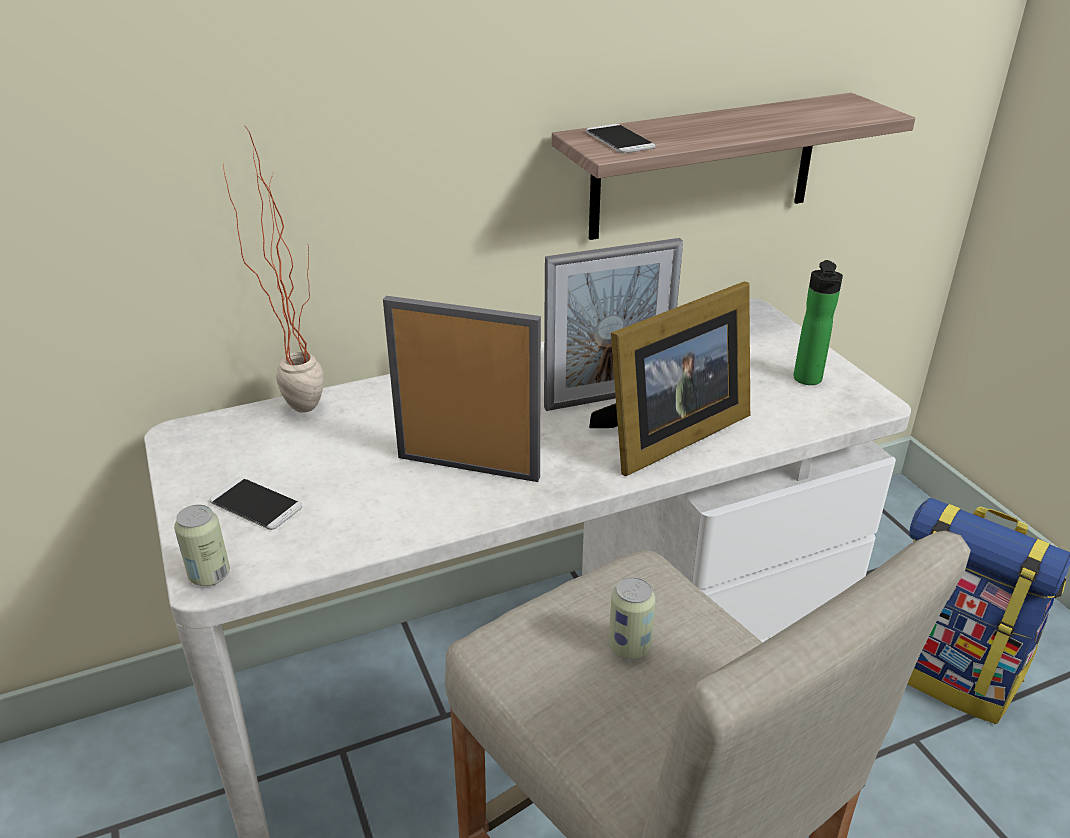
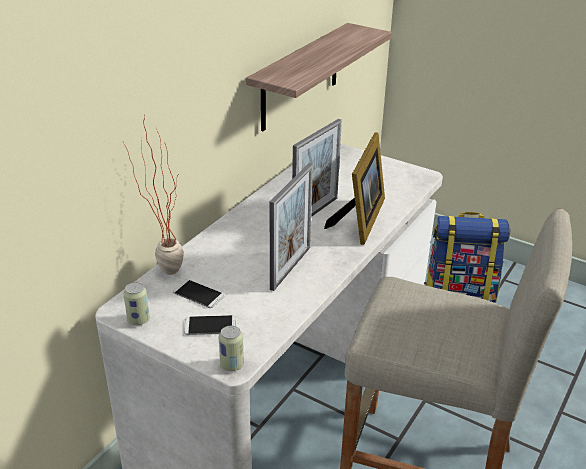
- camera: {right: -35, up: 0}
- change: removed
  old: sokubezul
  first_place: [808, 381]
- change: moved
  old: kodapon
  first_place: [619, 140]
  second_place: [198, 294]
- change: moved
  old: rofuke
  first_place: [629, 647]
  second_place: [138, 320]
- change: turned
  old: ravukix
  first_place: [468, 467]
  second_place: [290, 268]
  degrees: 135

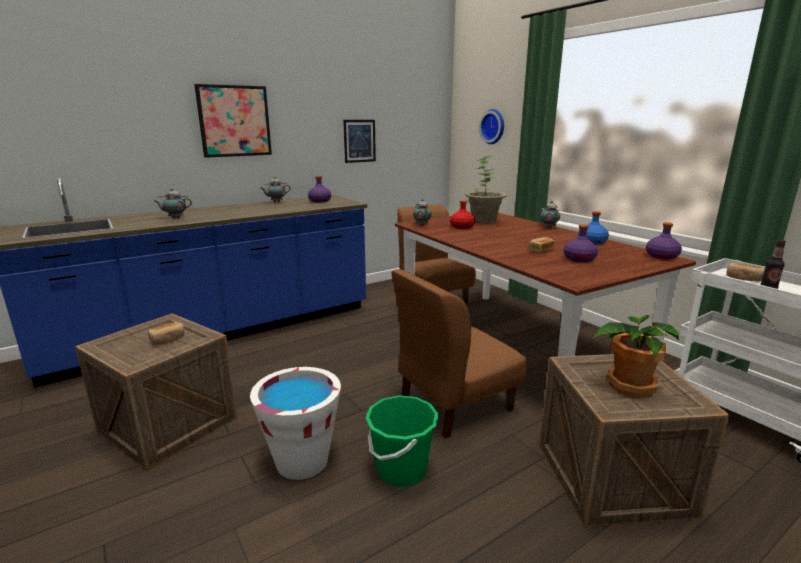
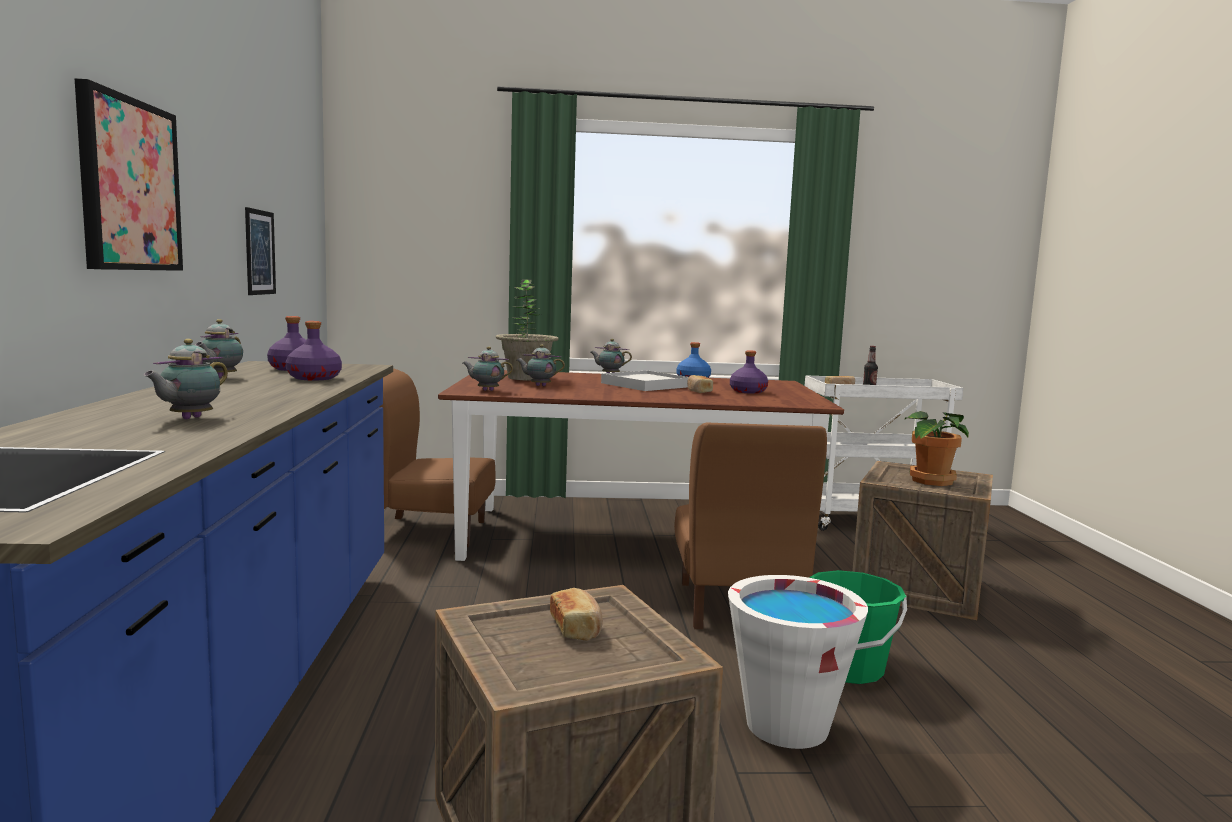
- camera: {right: -60, up: -10}
- change: removed
  old: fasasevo
  first_place: [494, 126]
- change: added
  new: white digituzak
  second_place: [645, 385]
- change: moved
  old: purple sokubezul
  first_place: [661, 256]
  second_place: [314, 378]
- change: replaced
  old: red sokubezul
  new: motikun
  first_place: [462, 227]
  second_place: [539, 386]

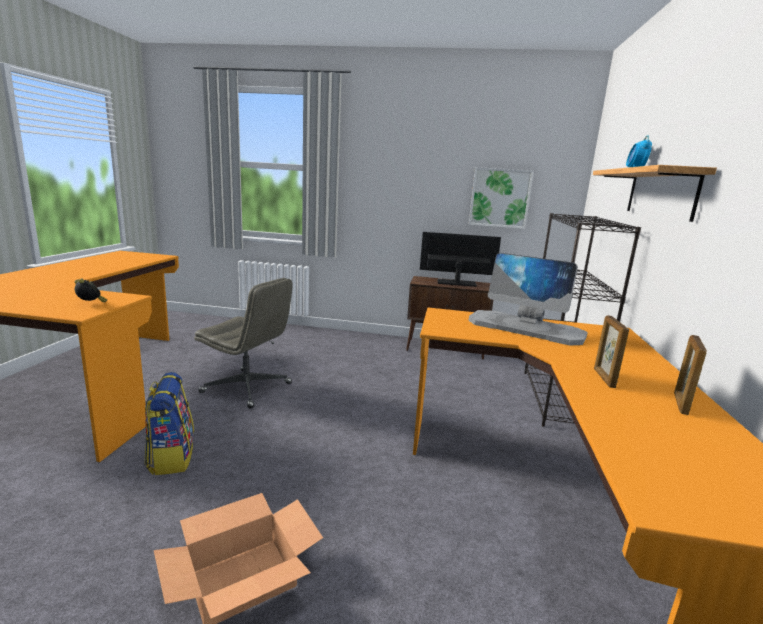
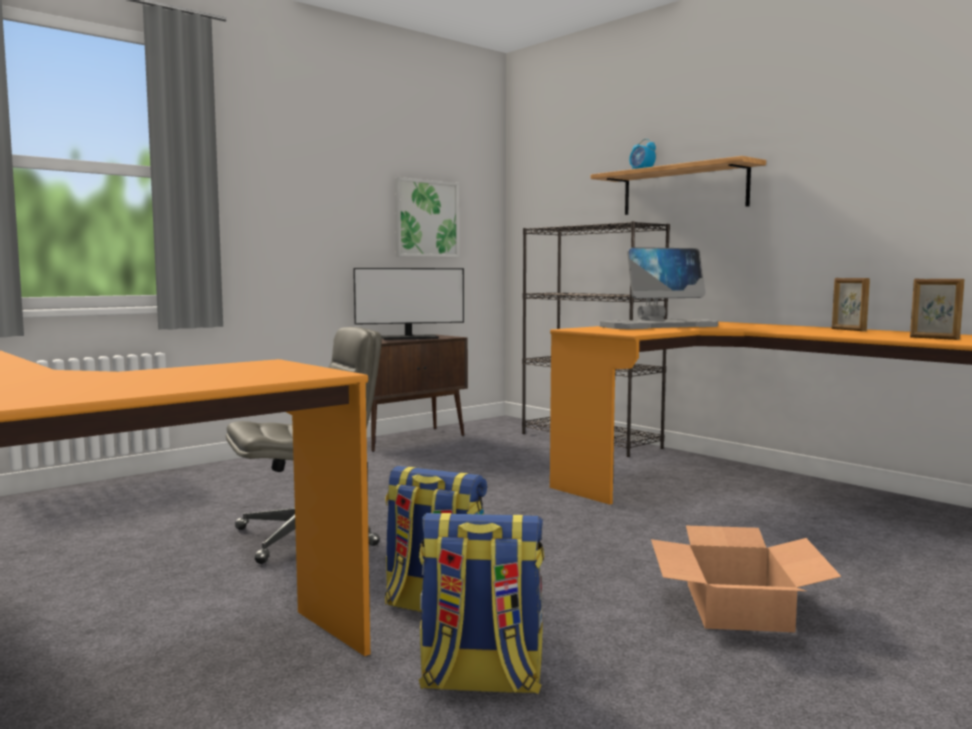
- camera: {right: -50, up: -10}
- change: removed
  old: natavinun
  first_place: [91, 304]
- change: added
  new: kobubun
  second_place: [480, 681]
- change: moved
  old: ravukix
  first_place: [603, 378]
  second_place: [934, 338]
- change: turned
  old: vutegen
  first_place: [456, 283]
  second_place: [409, 338]
  degrees: -150

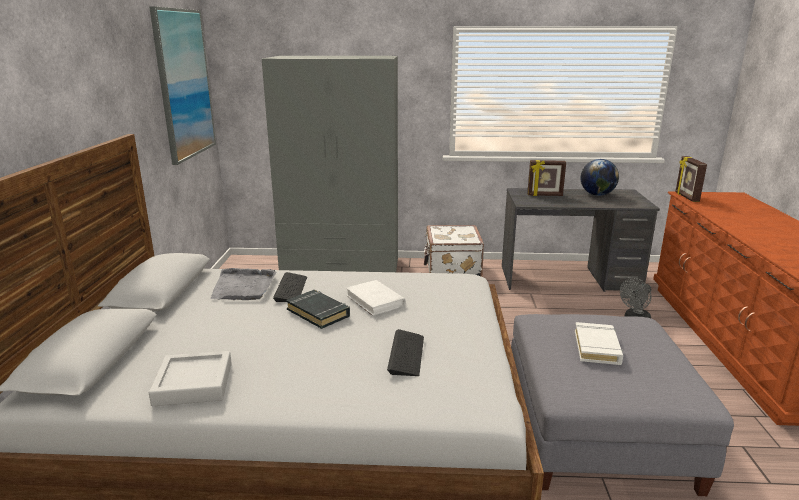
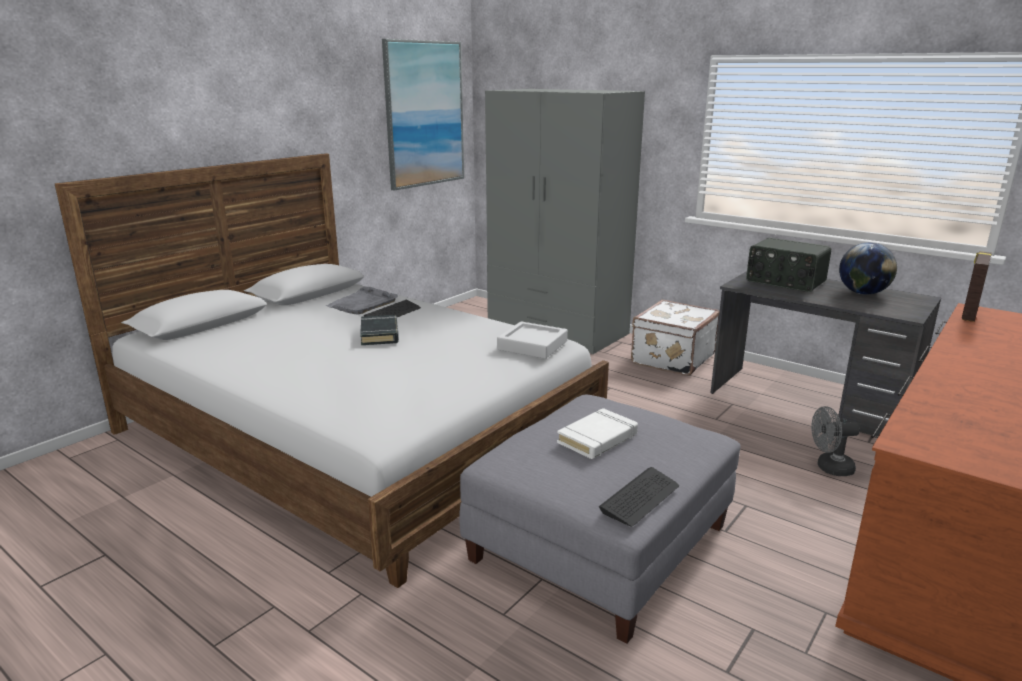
- camera: {right: 35, up: 0}
- change: removed
  old: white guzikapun
  first_place: [375, 300]
- change: moved
  old: grey digituzak
  first_place: [193, 384]
  second_place: [532, 345]
- change: moved
  old: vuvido
  first_place: [406, 354]
  second_place: [640, 498]
- change: replaced
  old: ravukix
  new: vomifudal
  first_place: [544, 195]
  second_place: [785, 282]

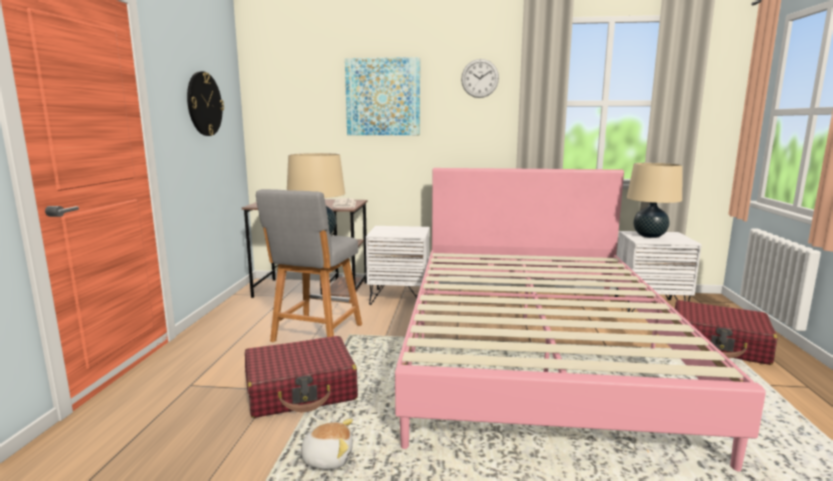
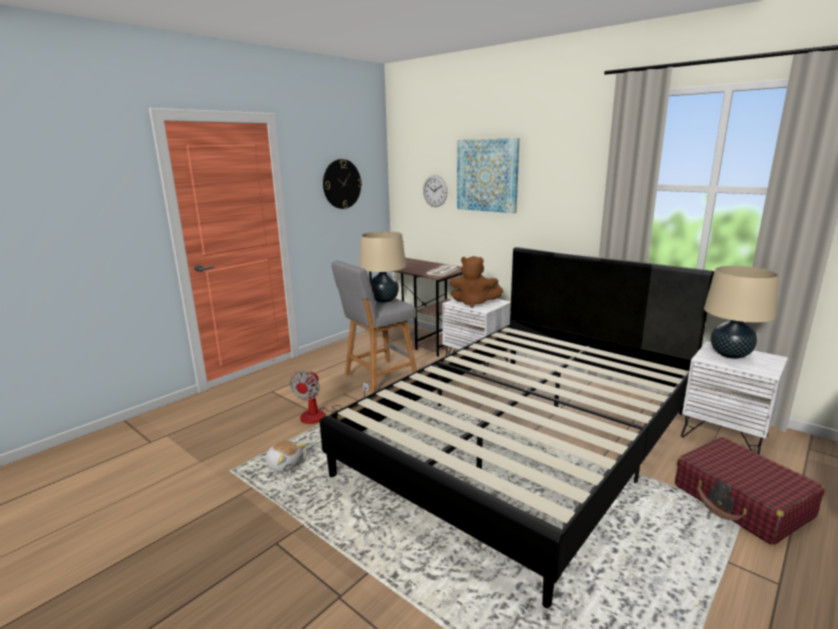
- camera: {right: 35, up: 5}
- change: added
  new: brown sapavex
  second_place: [474, 303]
- change: moved
  old: fasasevo
  first_place: [480, 78]
  second_place: [435, 191]
- change: replaced
  old: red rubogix
  new: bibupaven
  first_place: [301, 390]
  second_place: [322, 415]
- change: recoloured
  old: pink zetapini
  new: black zetapini
  first_place: [536, 350]
  second_place: [525, 441]

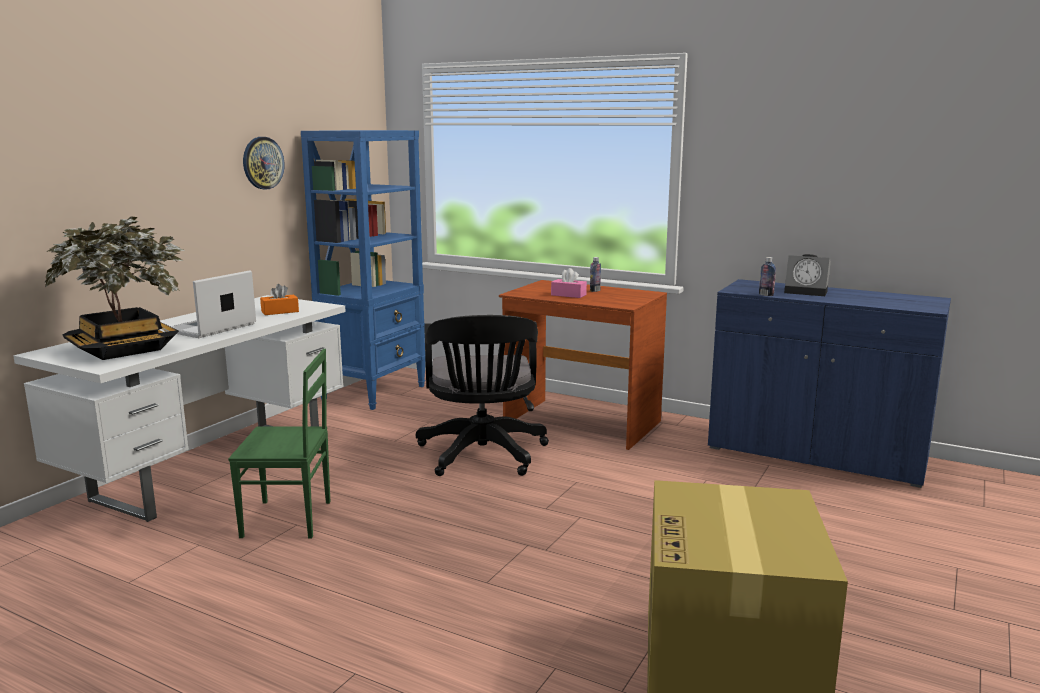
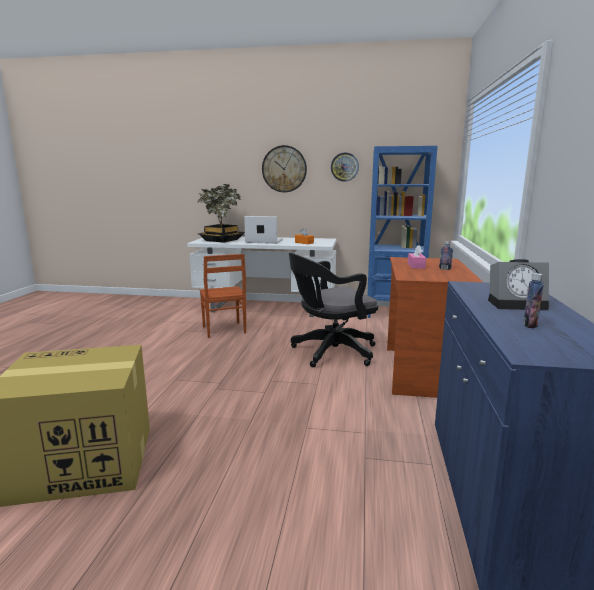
- camera: {right: 70, up: 0}
- change: added
  new: fasasevo
  second_place: [284, 169]
- change: moved
  old: sokubezul
  first_place: [766, 295]
  second_place: [530, 325]
- change: recoloured
  old: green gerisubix
  new: brown gerisubix
  first_place: [288, 520]
  second_place: [223, 330]
- change: turned
  old: natavinun
  first_place: [807, 292]
  second_place: [517, 304]
  degrees: -90

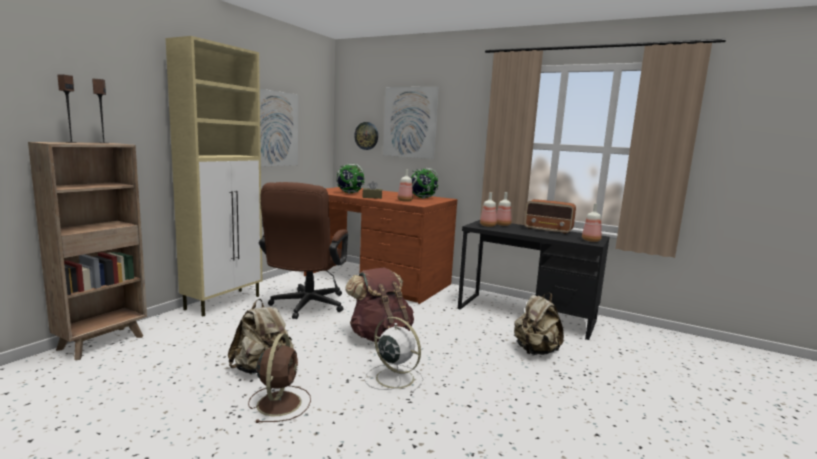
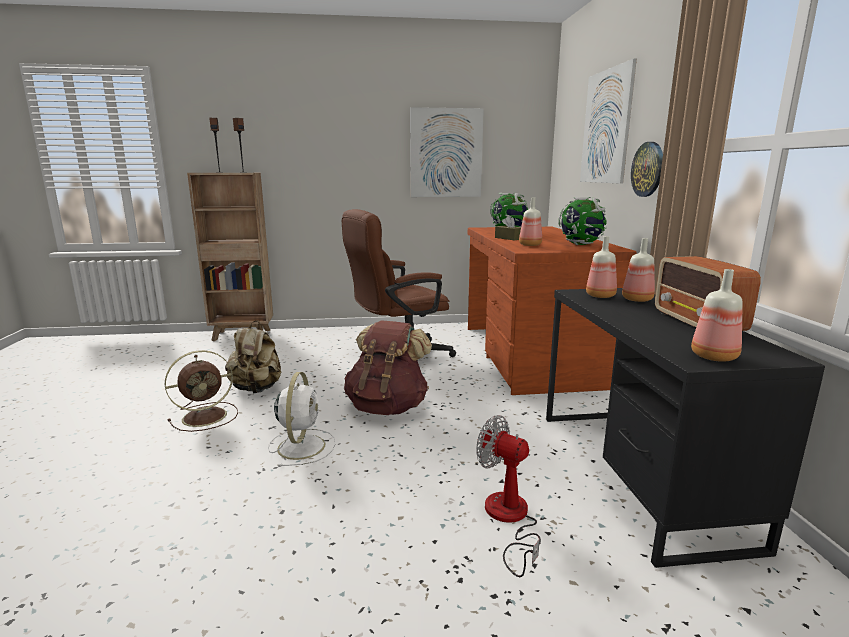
- camera: {right: 55, up: 5}
- change: removed
  old: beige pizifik
  first_place: [224, 302]
- change: moved
  old: fasasevo
  first_place: [366, 136]
  second_place: [648, 169]
- change: replaced
  old: beige kobubun
  new: bibupaven
  first_place: [535, 351]
  second_place: [509, 519]

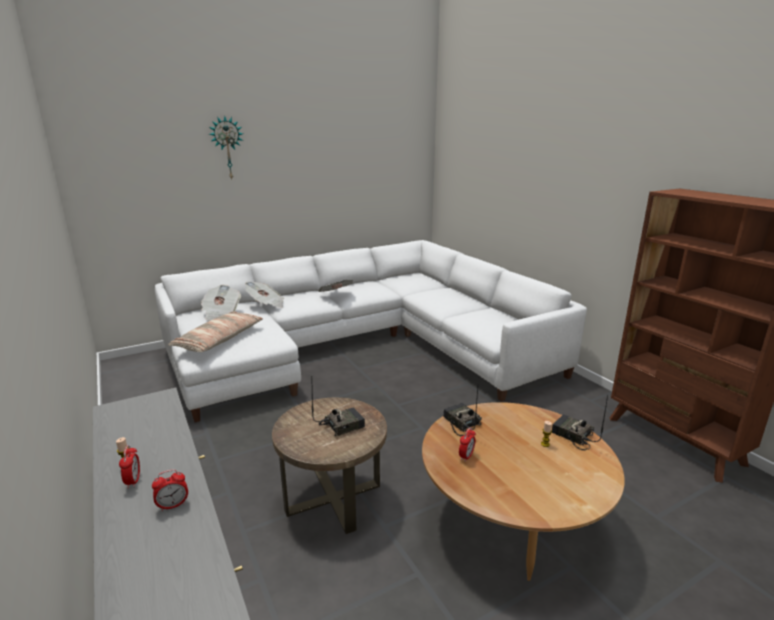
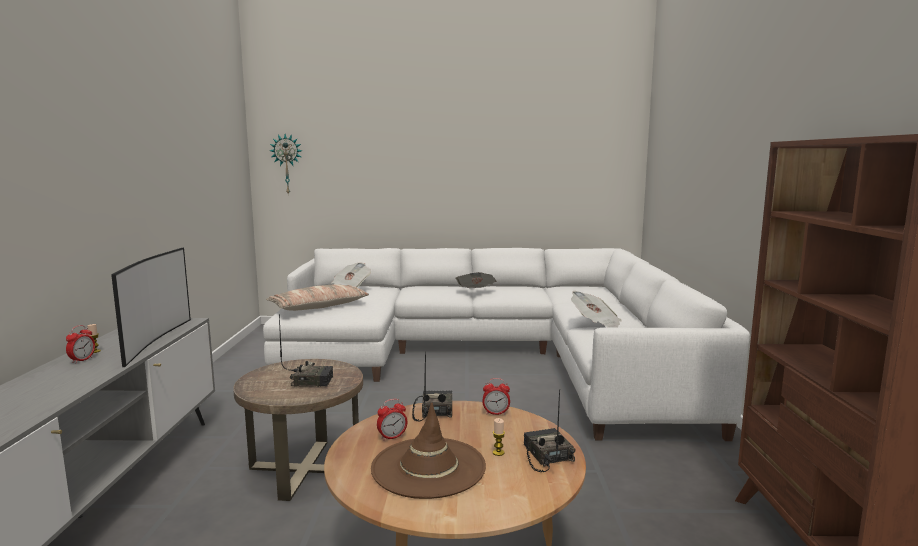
- camera: {right: 30, up: -10}
- change: added
  new: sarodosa
  second_place: [154, 340]
- change: added
  new: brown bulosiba
  second_place: [428, 467]
- change: moved
  old: natavinun
  first_place: [173, 505]
  second_place: [496, 413]
- change: moved
  old: fasasevo
  first_place: [227, 148]
  second_place: [287, 164]
- change: moved
  old: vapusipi
  first_place: [266, 304]
  second_place: [596, 324]

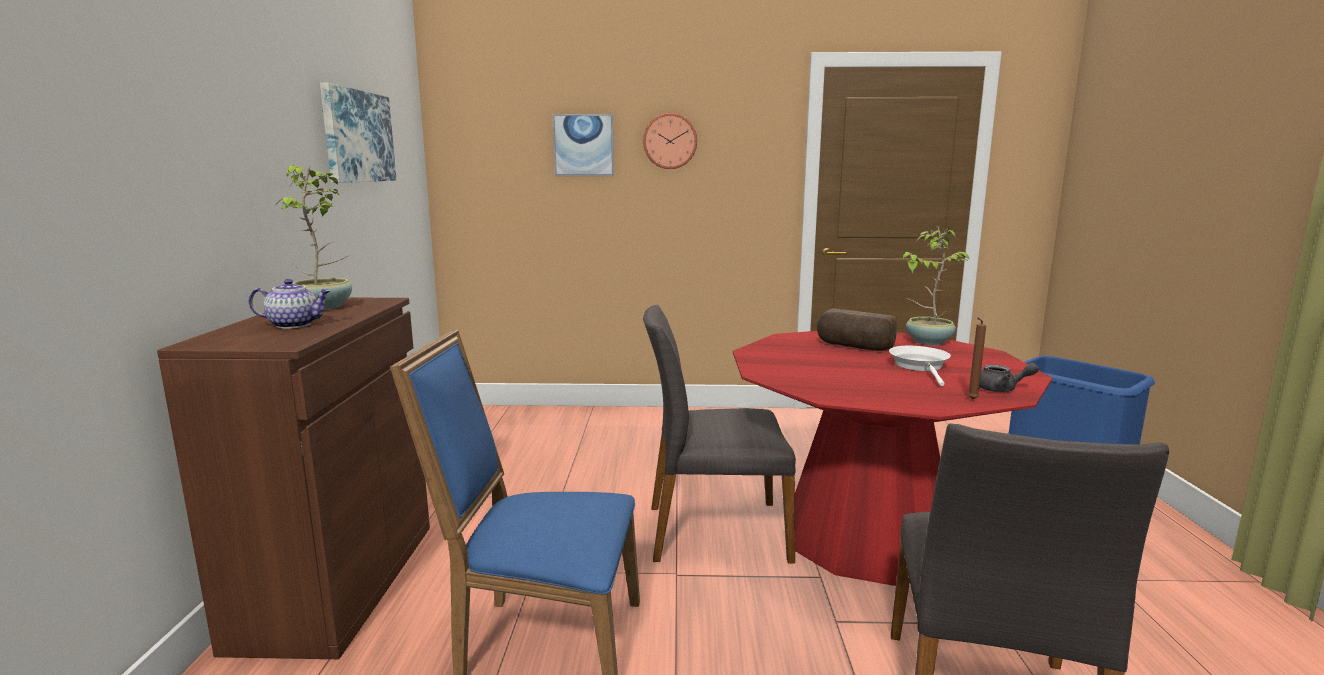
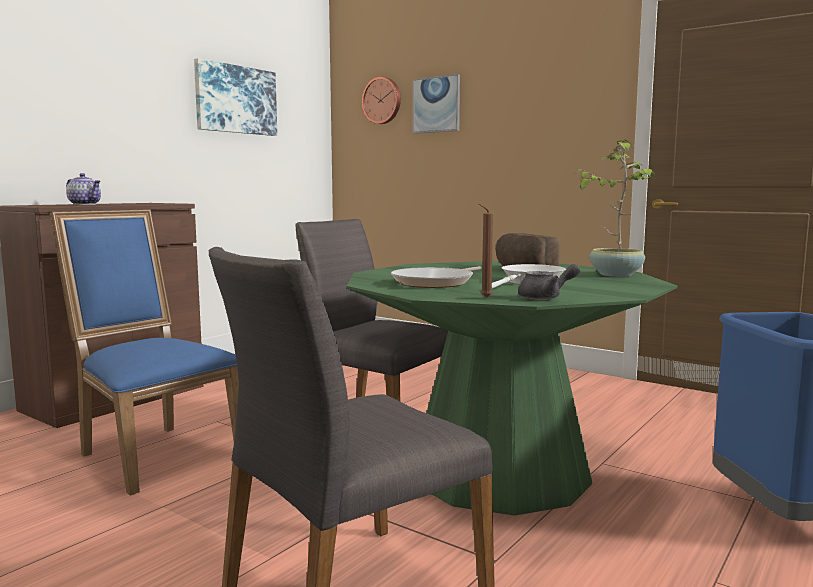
- camera: {right: 35, up: -5}
- change: removed
  old: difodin
  first_place: [325, 307]
- change: added
  new: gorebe
  second_place: [436, 282]
- change: moved
  old: fasasevo
  first_place: [670, 141]
  second_place: [382, 101]
- change: recoloured
  old: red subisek
  new: green subisek
  first_place: [867, 536]
  second_place: [499, 472]
- change: turned
  old: grey motikun
  first_place: [1001, 389]
  second_place: [546, 297]
  degrees: -60

